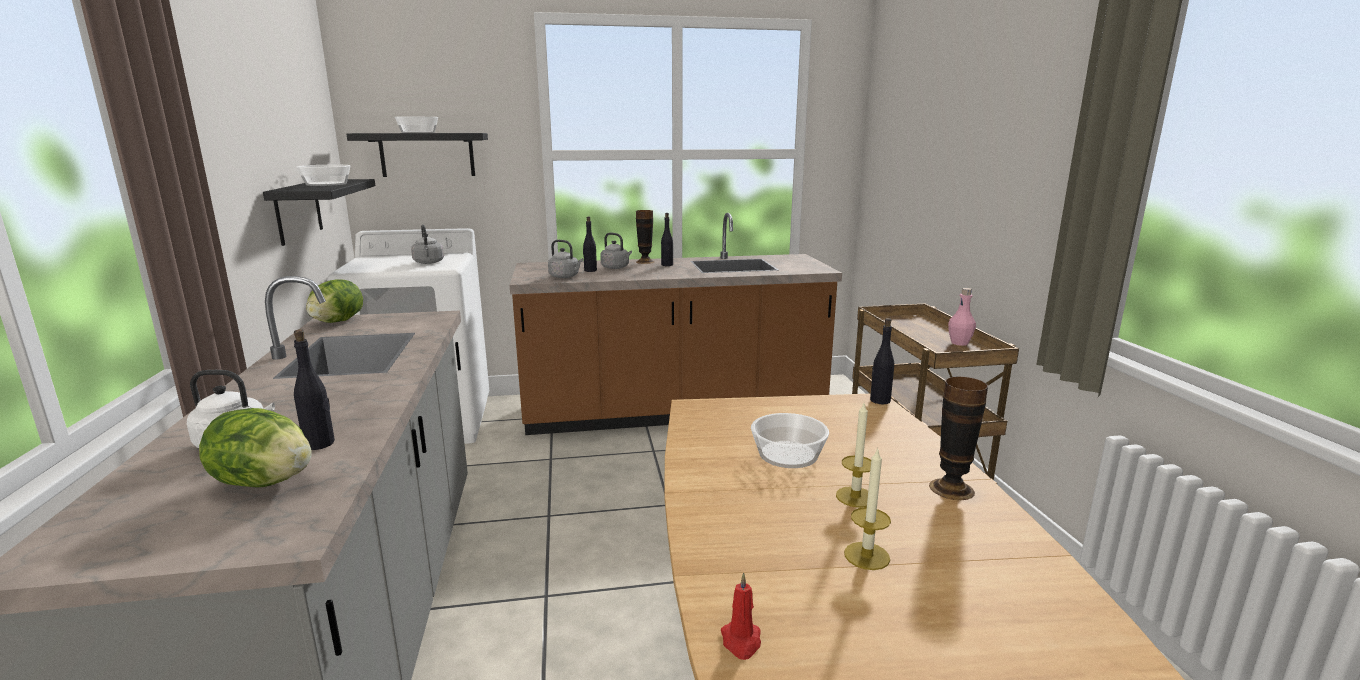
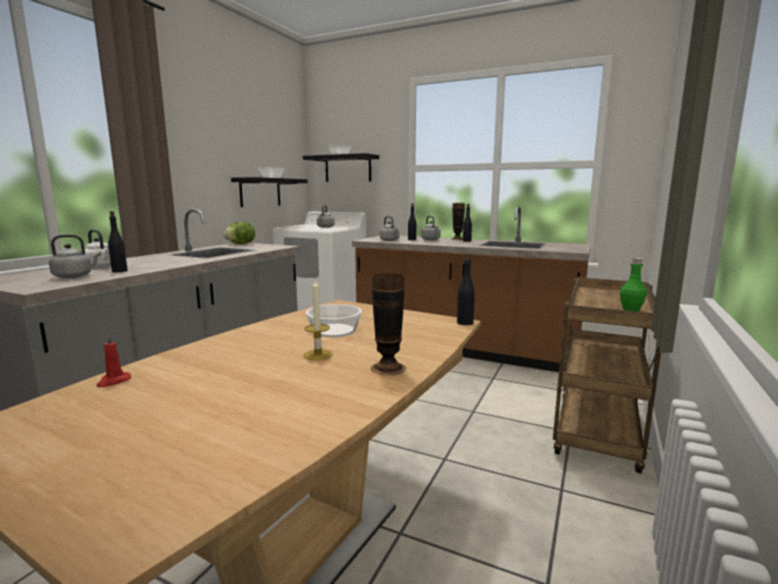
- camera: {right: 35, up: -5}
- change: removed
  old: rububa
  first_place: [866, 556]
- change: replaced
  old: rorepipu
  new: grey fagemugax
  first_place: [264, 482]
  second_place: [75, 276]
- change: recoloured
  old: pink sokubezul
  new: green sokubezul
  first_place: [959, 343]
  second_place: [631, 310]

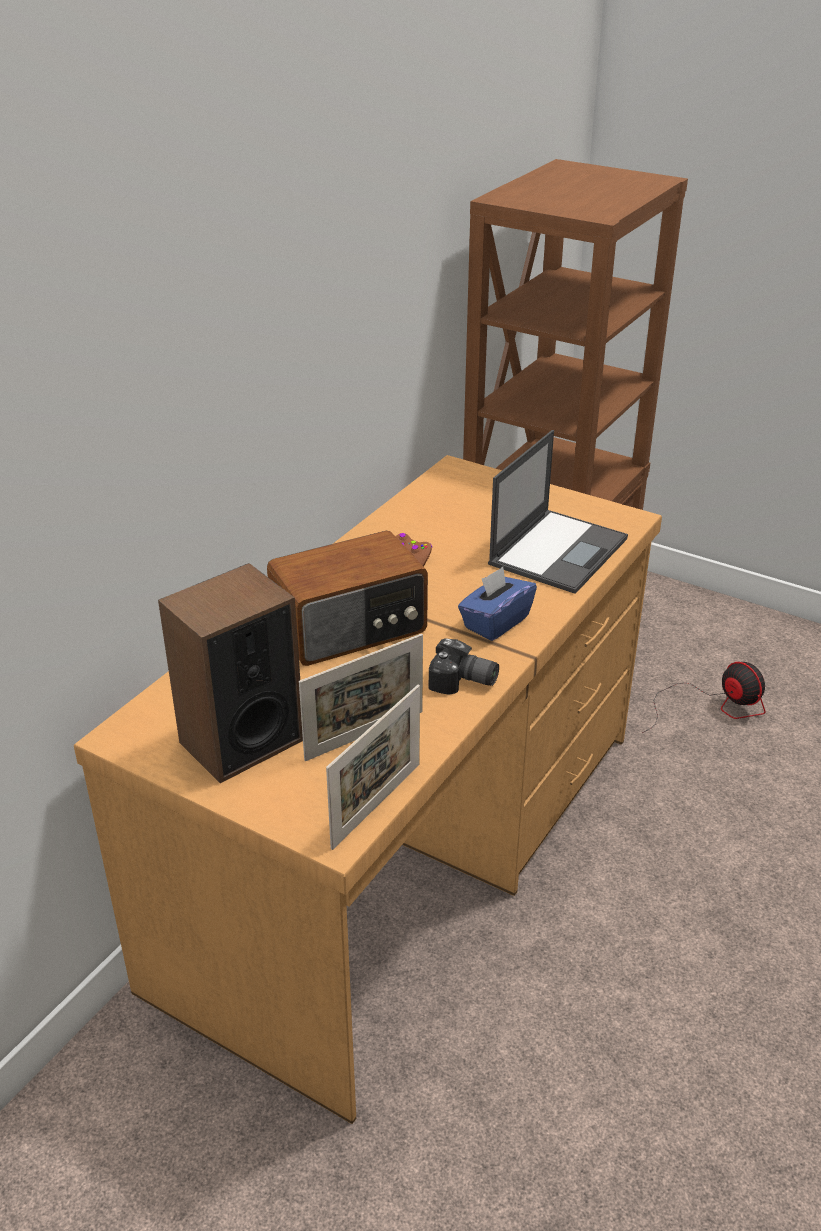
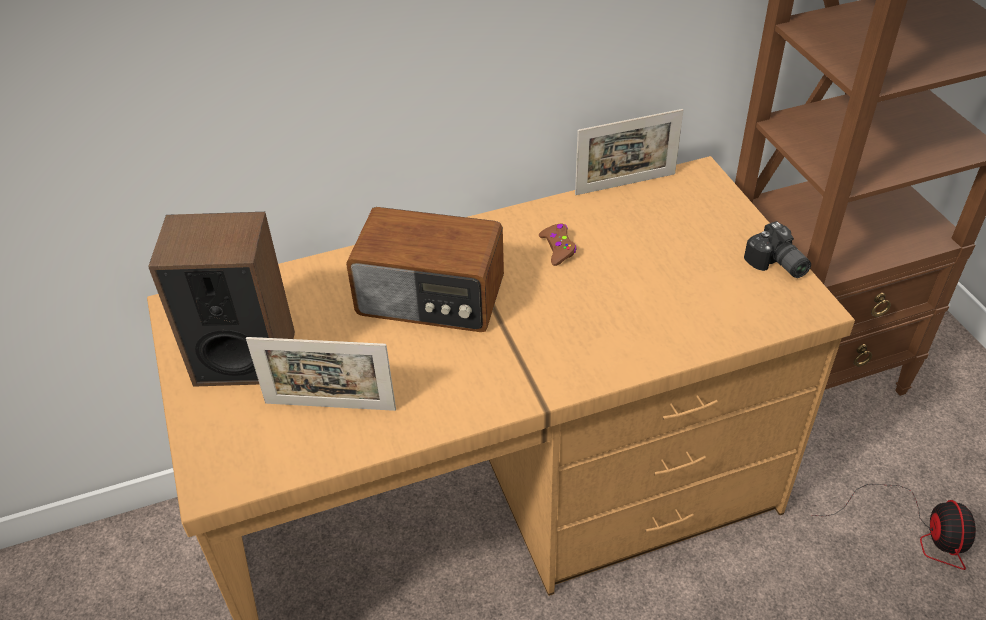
- camera: {right: 40, up: 10}
- change: removed
  old: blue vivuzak
  first_place: [495, 622]
- change: removed
  old: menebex
  first_place: [558, 550]
- change: moved
  old: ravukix
  first_place: [376, 805]
  second_place: [625, 184]
- change: moved
  old: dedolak
  first_place: [463, 682]
  second_place: [776, 265]

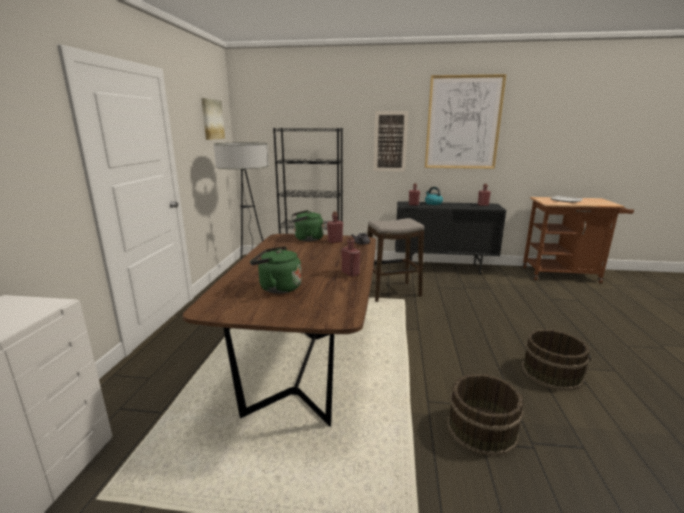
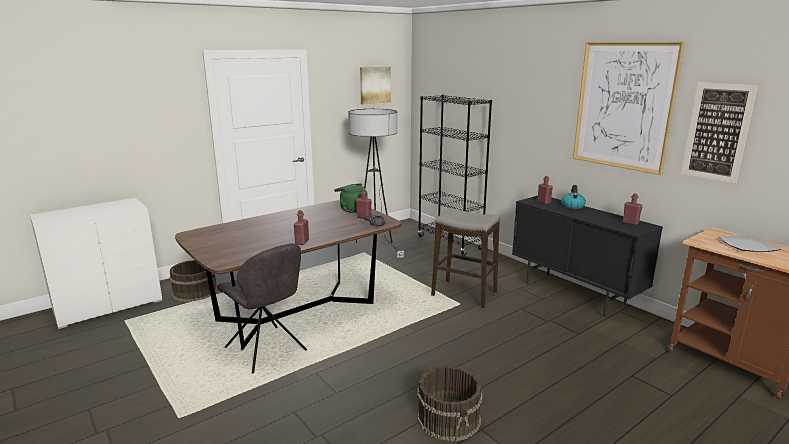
- camera: {right: 45, up: 0}
- change: removed
  old: green fagemugax
  first_place: [277, 288]
- change: added
  new: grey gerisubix
  second_place: [267, 350]
- change: moved
  old: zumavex
  first_place: [390, 141]
  second_place: [717, 132]
- change: moved
  old: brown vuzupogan
  first_place: [481, 428]
  second_place: [195, 292]

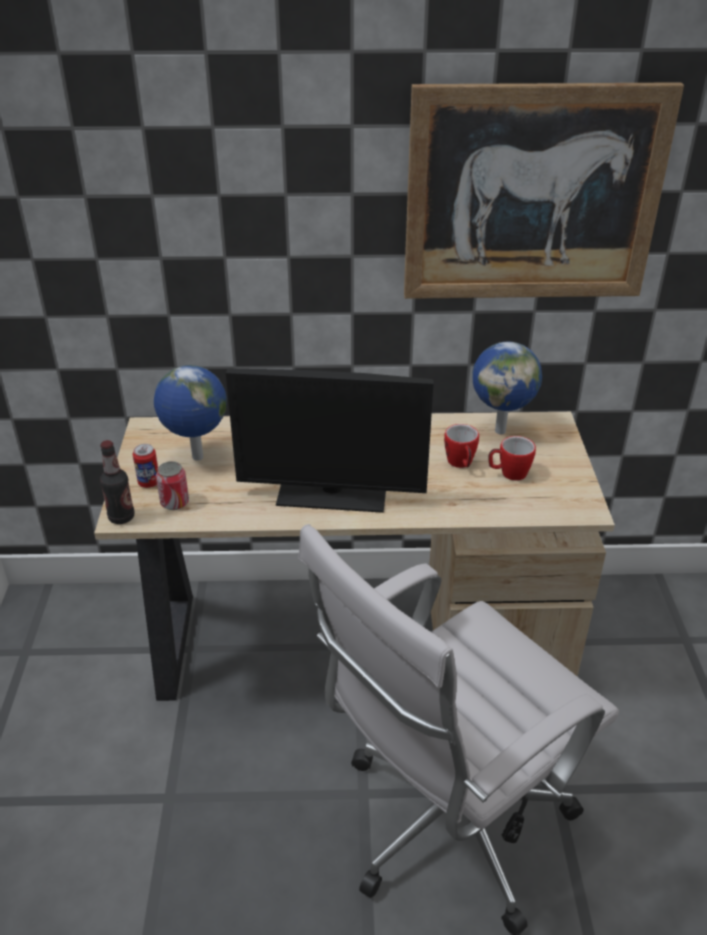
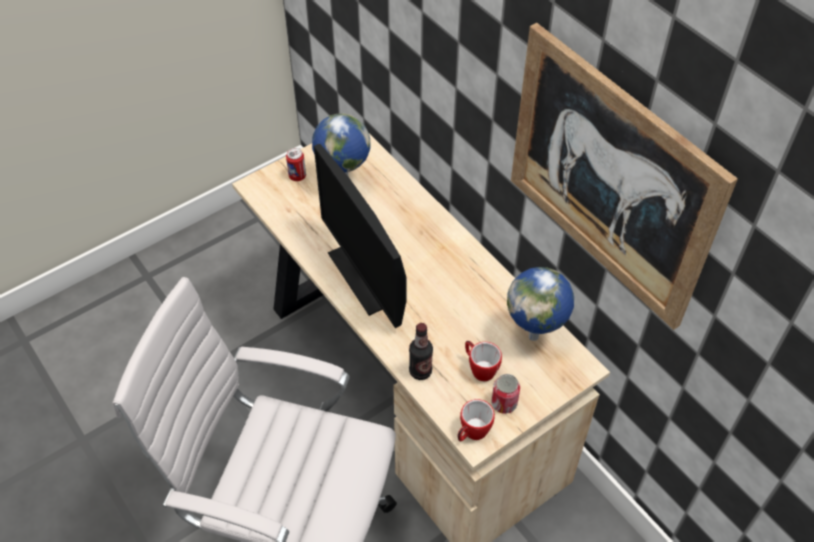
- camera: {right: 55, up: 15}
- change: moved
  old: sokubezul
  first_place: [121, 517]
  second_place: [420, 371]
- change: moved
  old: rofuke
  first_place: [175, 502]
  second_place: [504, 403]
- change: moved
  old: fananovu
  first_place: [461, 464]
  second_place: [472, 433]

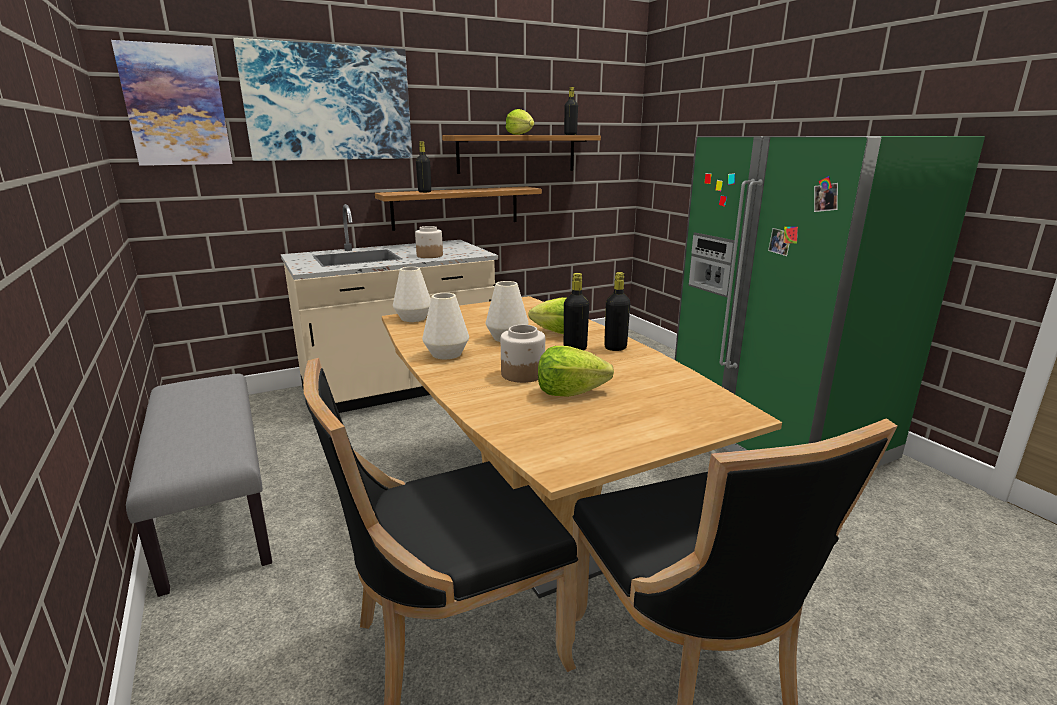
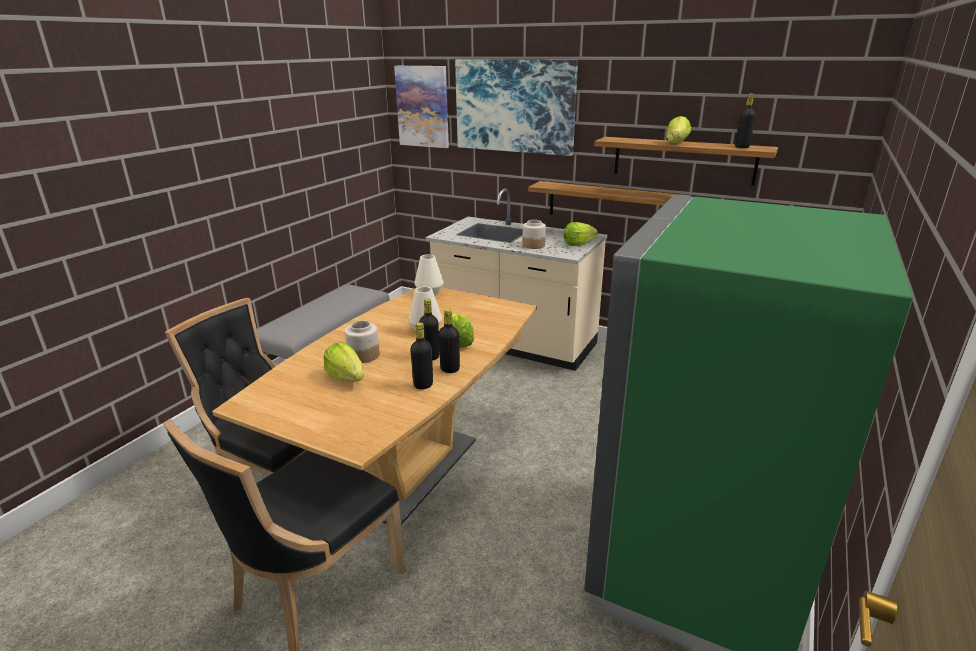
- camera: {right: 55, up: 5}
- change: removed
  old: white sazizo
  first_place: [447, 354]
- change: added
  new: rorepipu
  second_place: [578, 244]
- change: moved
  old: black sokubezul
  first_place: [424, 192]
  second_place: [423, 385]

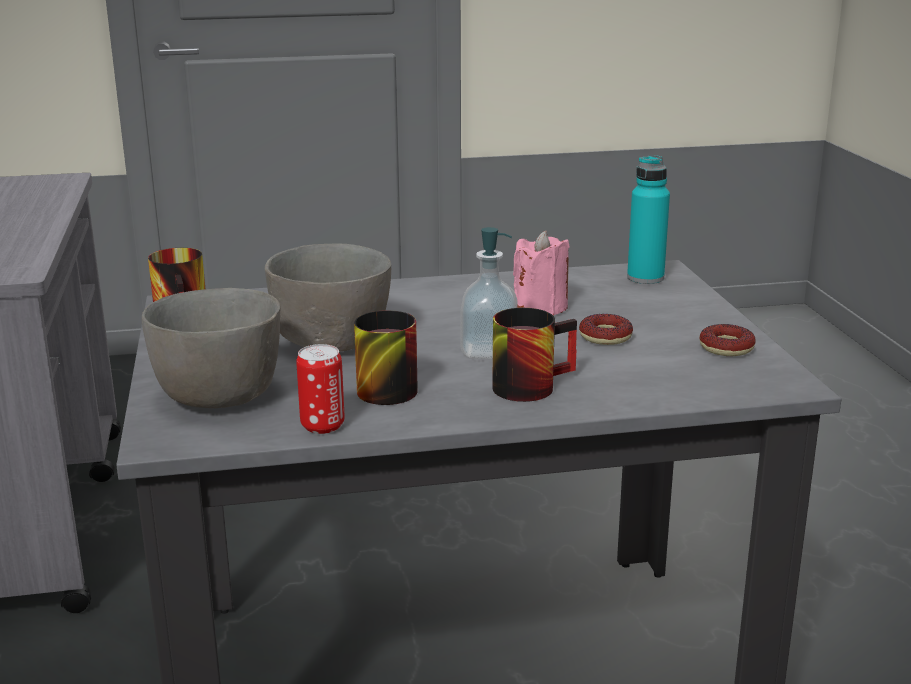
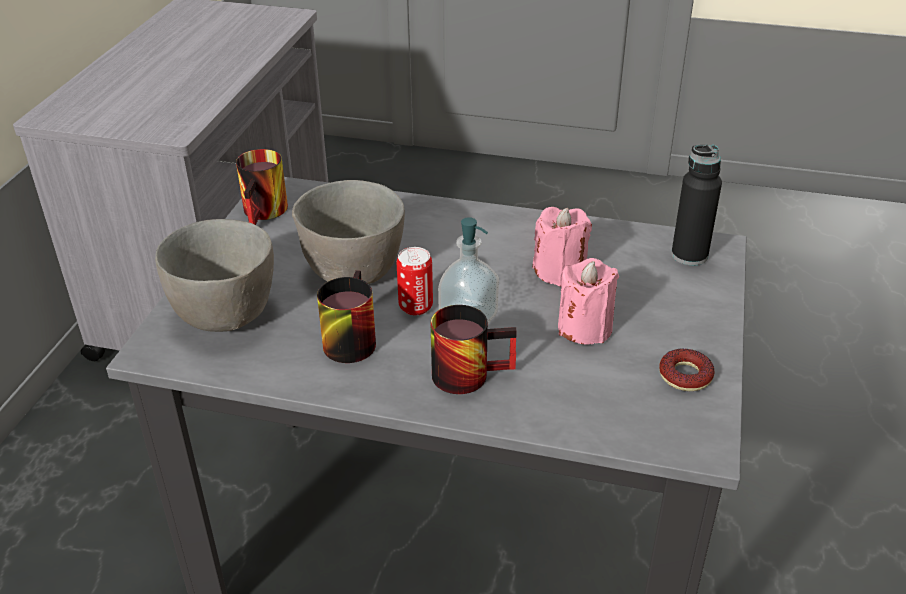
- camera: {right: 25, up: 15}
- change: moved
  old: rofuke
  first_place: [322, 426]
  second_place: [415, 307]
- change: replaced
  old: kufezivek
  new: pink rububa
  first_place: [605, 336]
  second_place: [585, 328]
- change: recoloured
  old: turquoise sokubezul
  new: black sokubezul
  first_place: [645, 278]
  second_place: [689, 255]

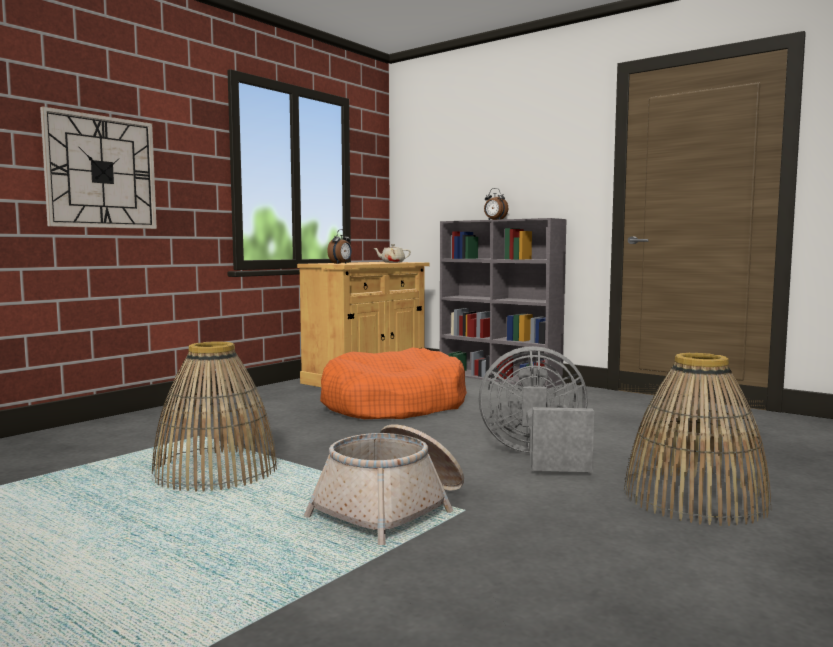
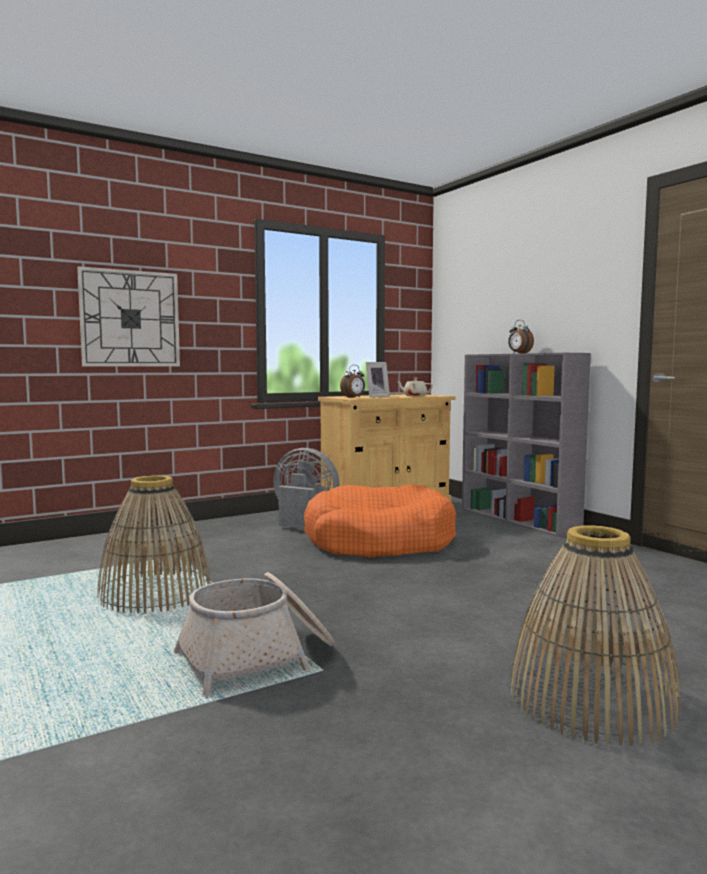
- camera: {right: 20, up: 0}
- change: added
  new: ravukix
  second_place: [375, 396]
- change: moved
  old: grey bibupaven
  first_place: [537, 456]
  second_place: [303, 520]

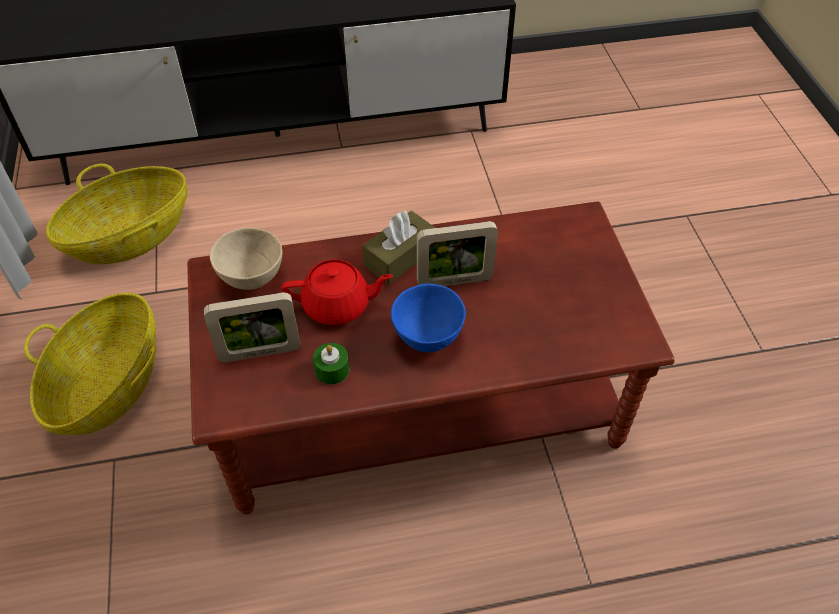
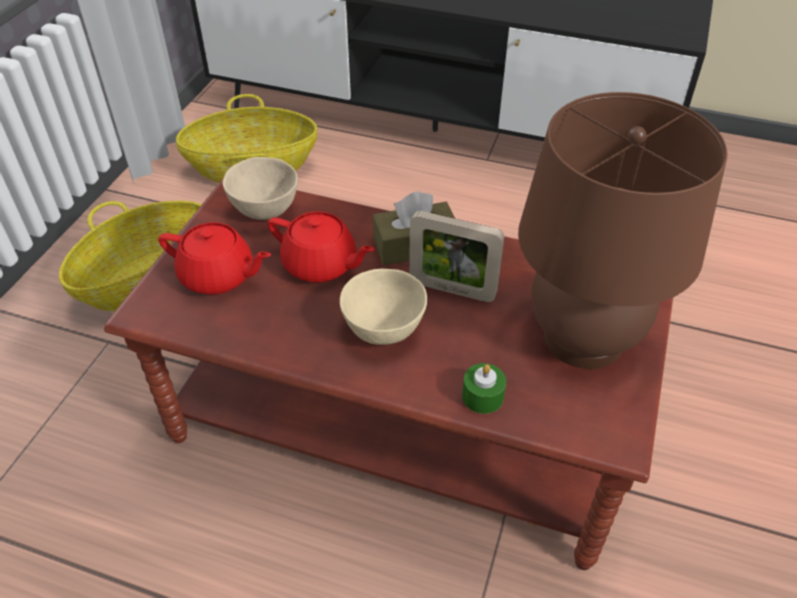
- camera: {right: 30, up: -5}
- change: added
  new: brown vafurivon
  second_place: [583, 338]
- change: moved
  old: green rububa
  first_place: [332, 370]
  second_place: [482, 396]
- change: replaced
  old: ravukix
  new: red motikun
  first_place: [260, 353]
  second_place: [218, 276]
- change: recoloured
  old: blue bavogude
  new: beige bavogude
  first_place: [428, 335]
  second_place: [385, 329]

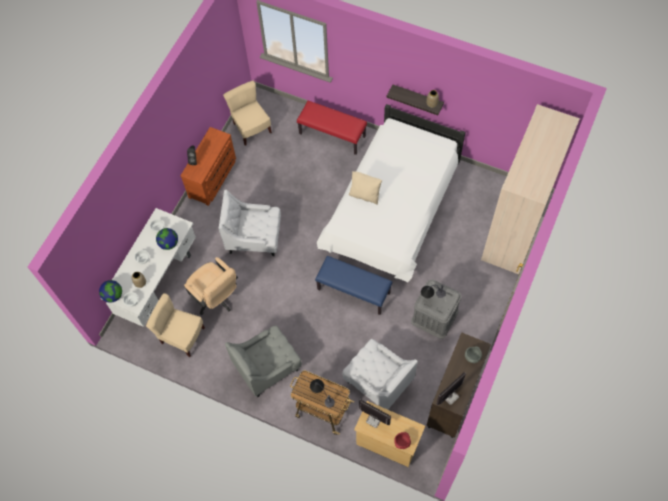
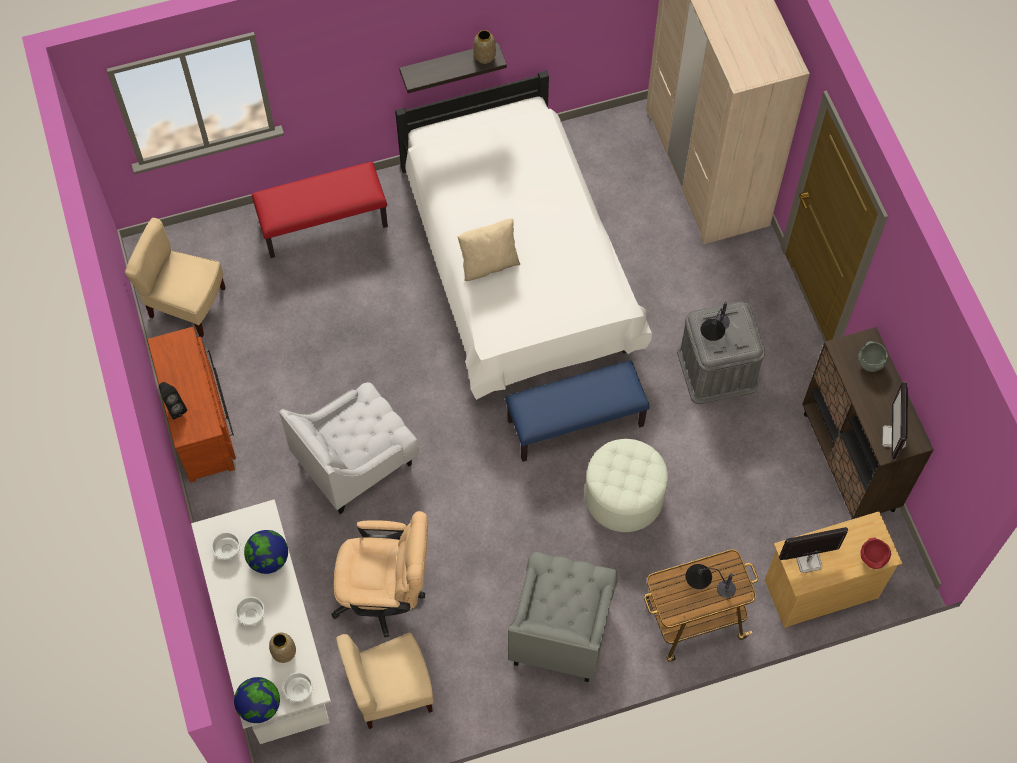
- camera: {right: -45, up: 0}
- change: removed
  old: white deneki
  first_place: [378, 382]
- change: added
  new: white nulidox
  second_place: [624, 496]

